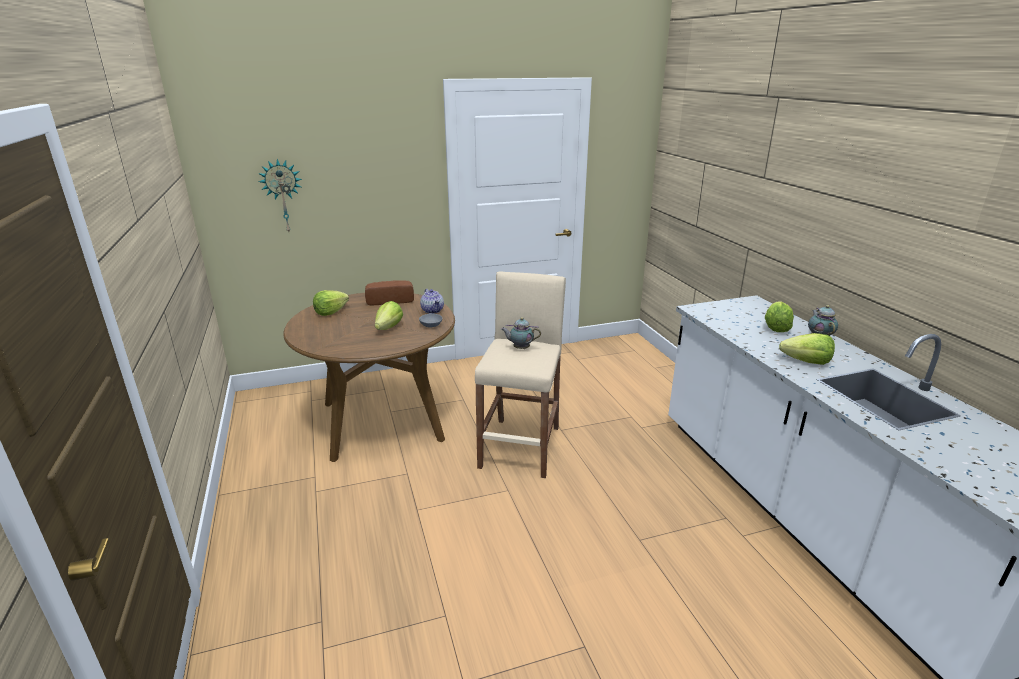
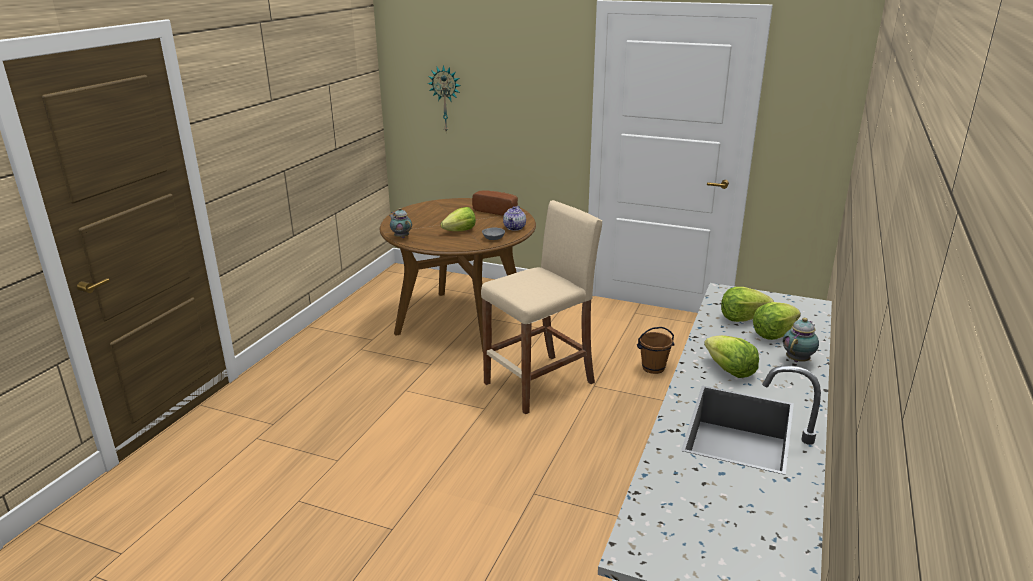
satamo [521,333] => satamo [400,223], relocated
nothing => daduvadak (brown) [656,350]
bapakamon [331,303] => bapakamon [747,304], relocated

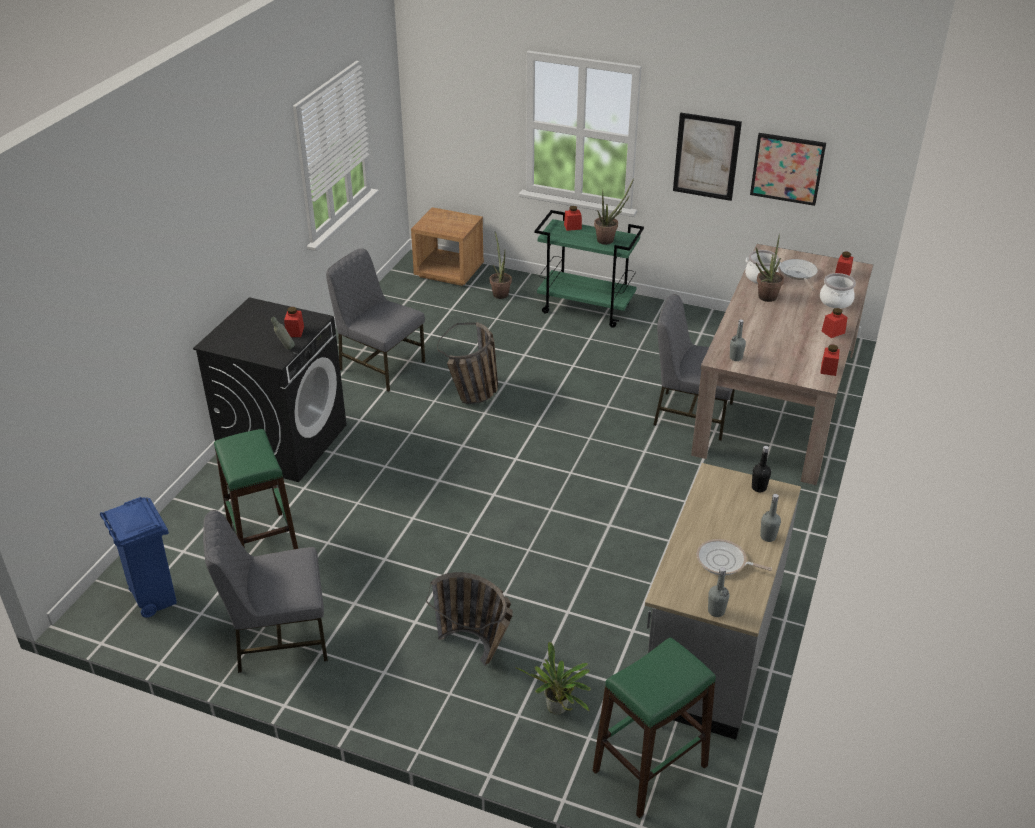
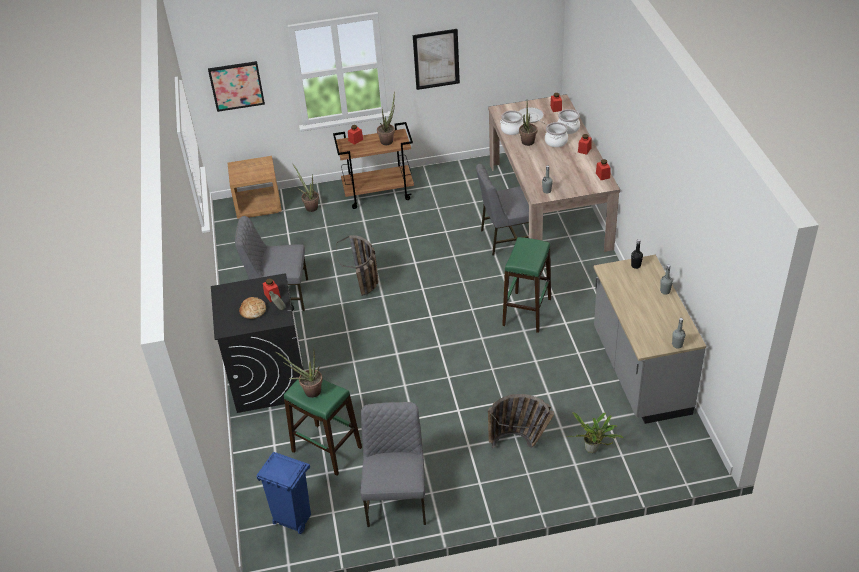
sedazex [788,169] => sedazex [236,86], relocated
nothing => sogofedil [252,308]
nothing => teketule [299,372]
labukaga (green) [589,269] => labukaga (brown) [373,165]
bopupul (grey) [265,591] => bopupul (grey) [393,464], 135 degrees clockwise
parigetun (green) [654,727] => parigetun (green) [526,285], relocated
nothing => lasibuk [556,134]
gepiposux [734,557] => nothing

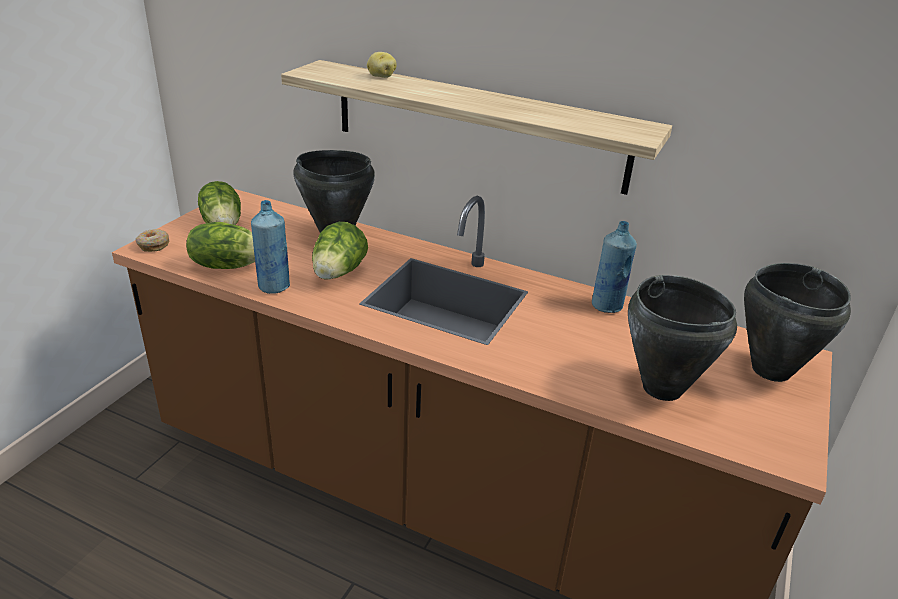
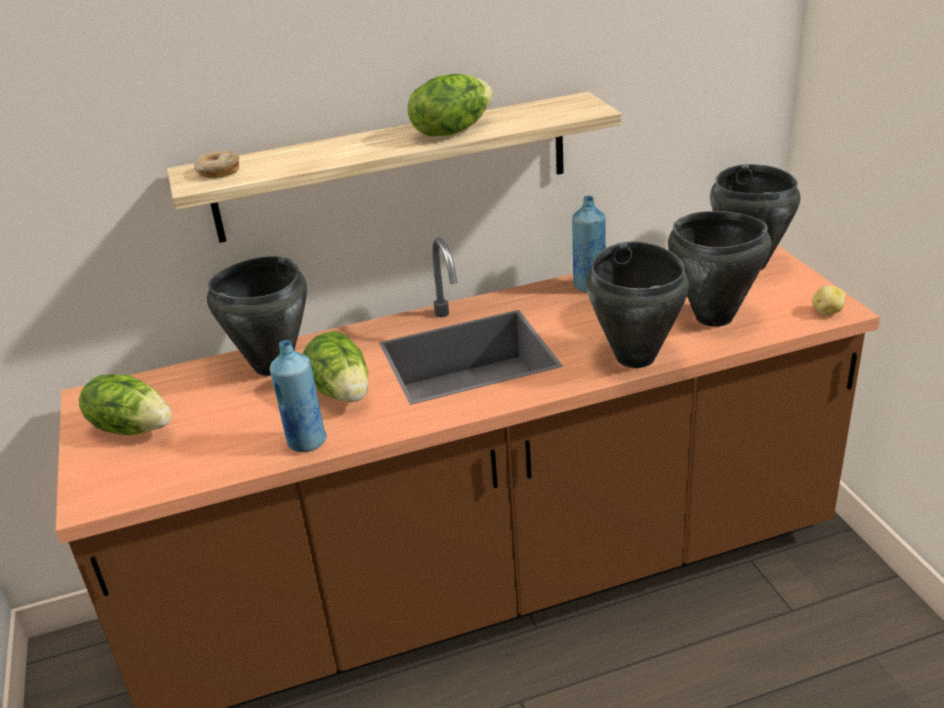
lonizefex [152,240] => lonizefex [217,164], relocated
bapakamon [220,245] => bapakamon [450,105], relocated
nothing => lasibuk (black) [637,304]
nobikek [382,65] => nobikek [829,300], relocated

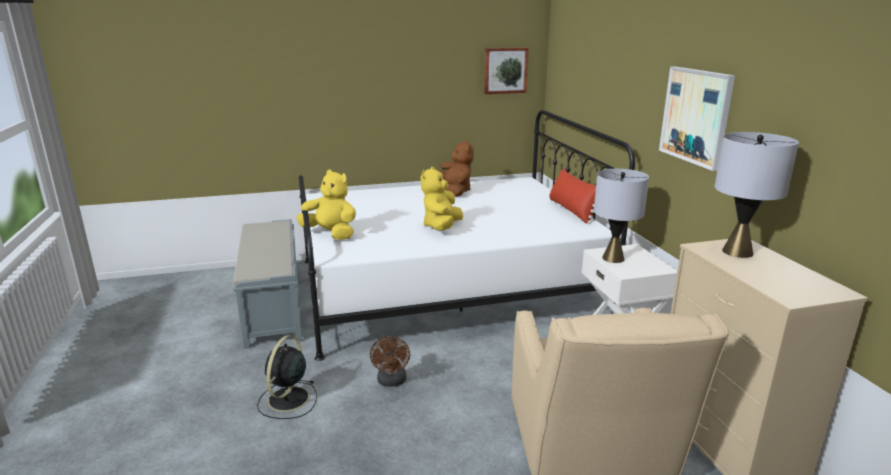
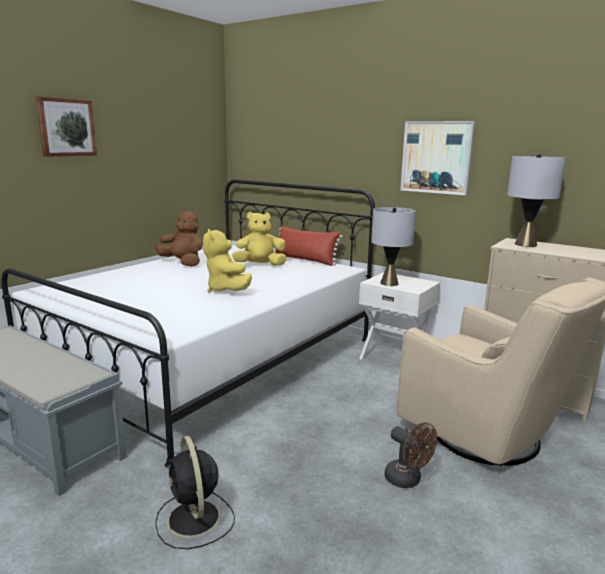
sedazex [506,70] => sedazex [66,126], relocated
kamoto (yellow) [326,204] => kamoto (yellow) [259,239], relocated
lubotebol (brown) [390,361] => lubotebol (brown) [410,455], relocated

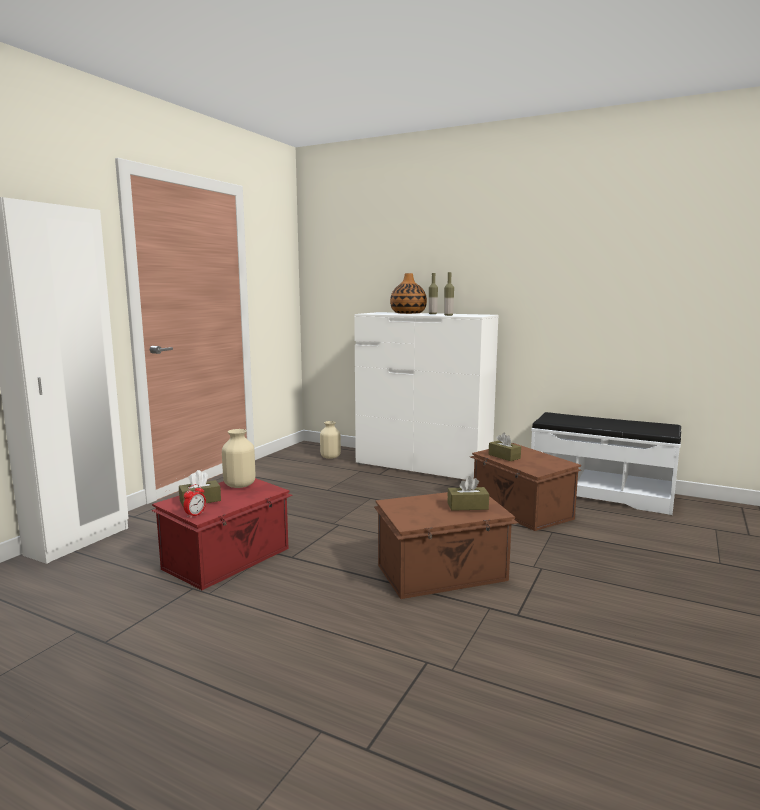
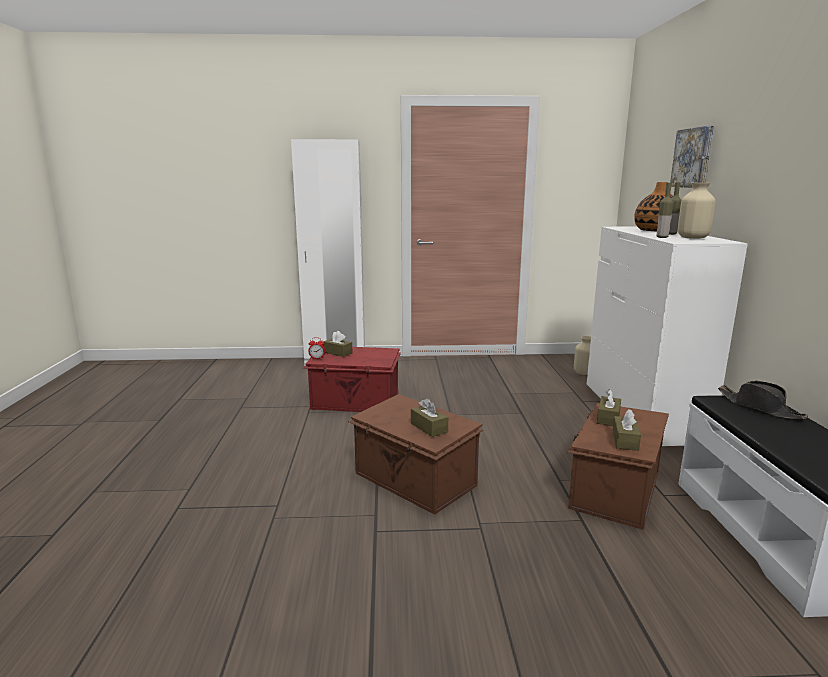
nothing => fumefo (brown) [627,430]
nothing => sedazex [692,157]
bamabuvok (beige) [238,458] => bamabuvok (beige) [696,211], relocated
nothing => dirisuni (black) [763,400]

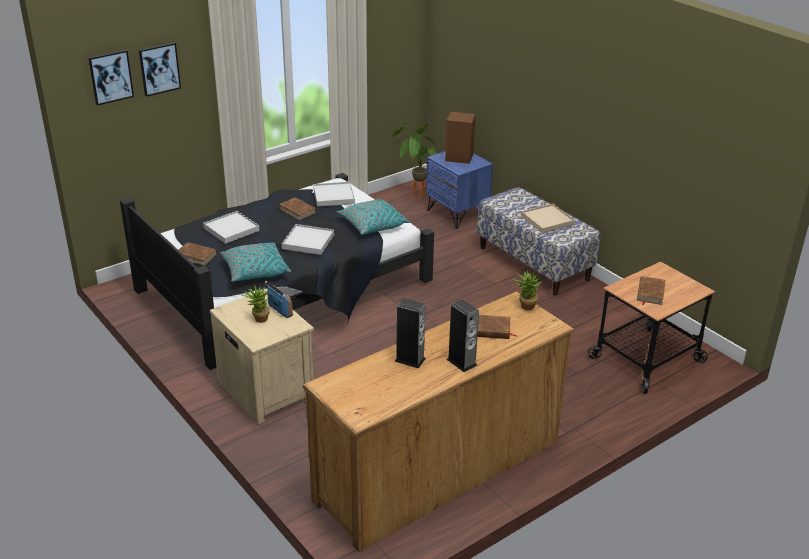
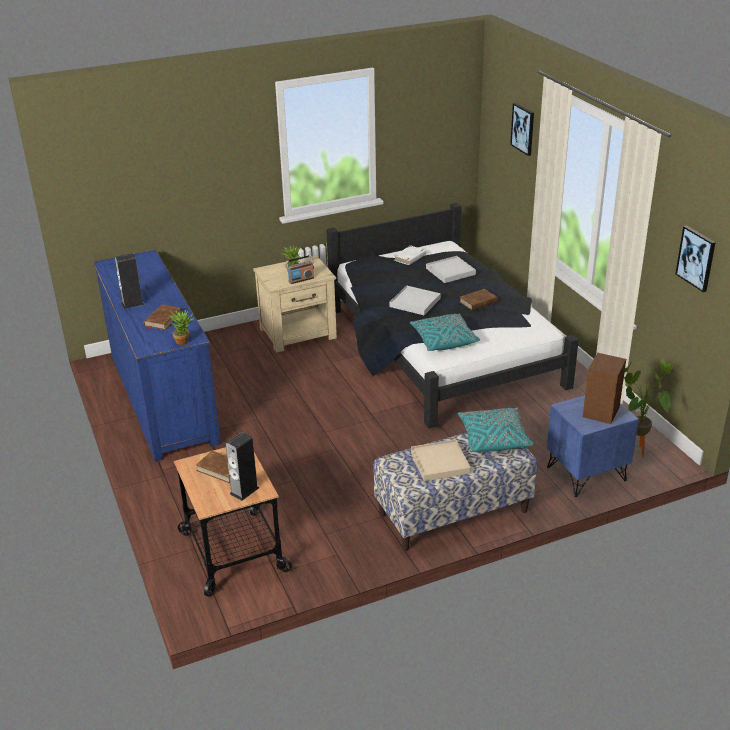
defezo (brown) [438,421] => defezo (blue) [157,356]
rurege [410,333] => rurege [242,466], relocated
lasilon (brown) [198,254] => lasilon (white) [410,255]
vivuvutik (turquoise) [255,262] => vivuvutik (turquoise) [496,430], relocated
sedazex [111,78] => sedazex [695,258], relocated
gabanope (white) [334,194] => nothing

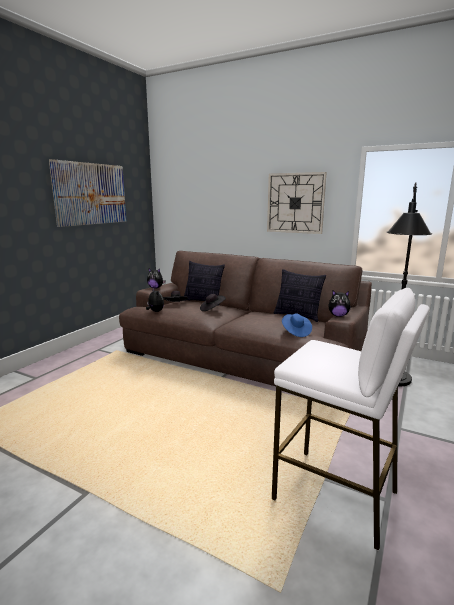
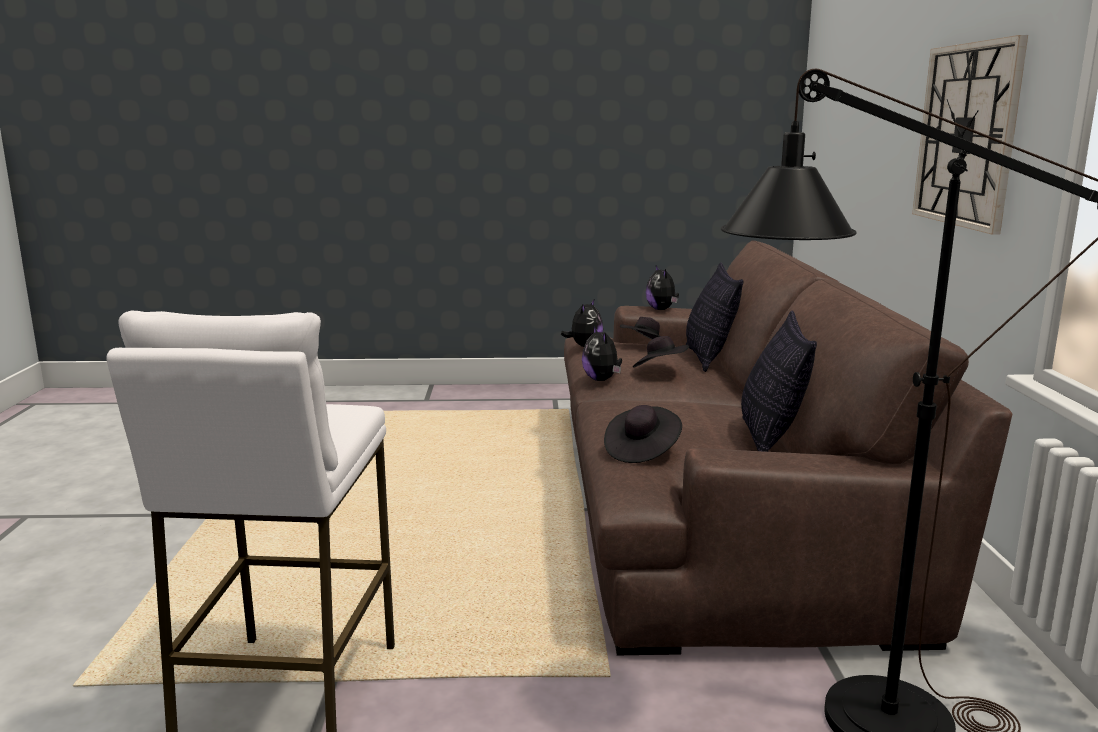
kamoto [339,304] => kamoto [602,353], relocated
dirisuni (blue) [297,325] => dirisuni (black) [643,434]
sedazex [87,193] => nothing

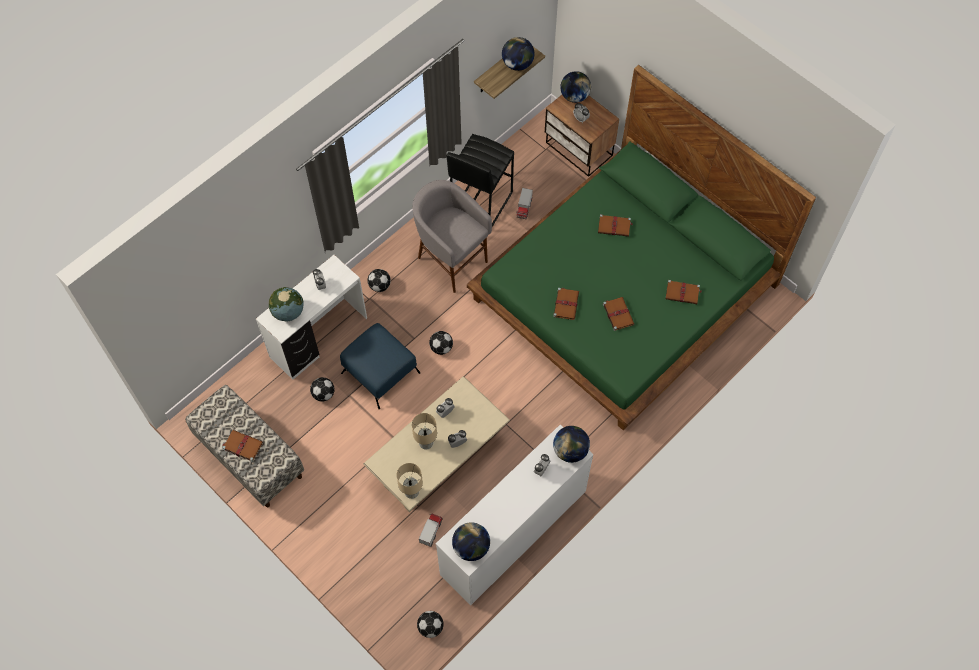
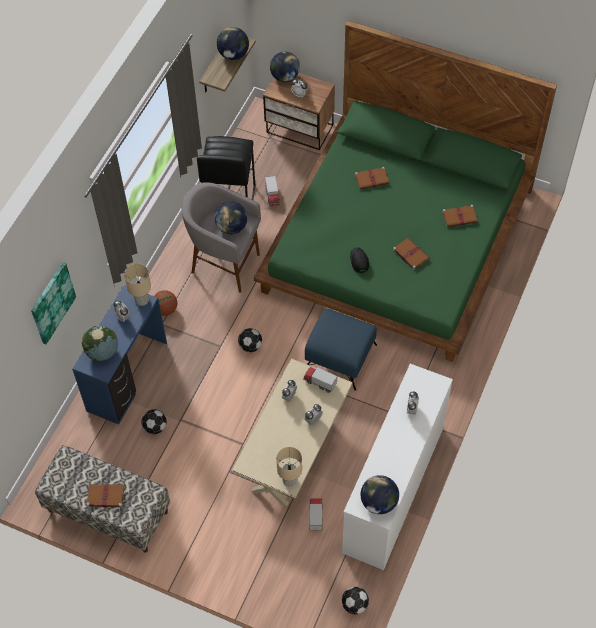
nothing => sedazex [53,303]
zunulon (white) [311,317] => zunulon (blue) [119,354]
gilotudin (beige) [424,431] => gilotudin (beige) [137,285], relocated
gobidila [379,280] => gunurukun [165,303]
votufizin [571,444] => votufizin [231,217], relocated
nothing => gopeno [320,380]
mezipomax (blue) [380,366] => mezipomax (blue) [341,349], relocated
lasilon (brown) [566,304] => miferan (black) [359,260]

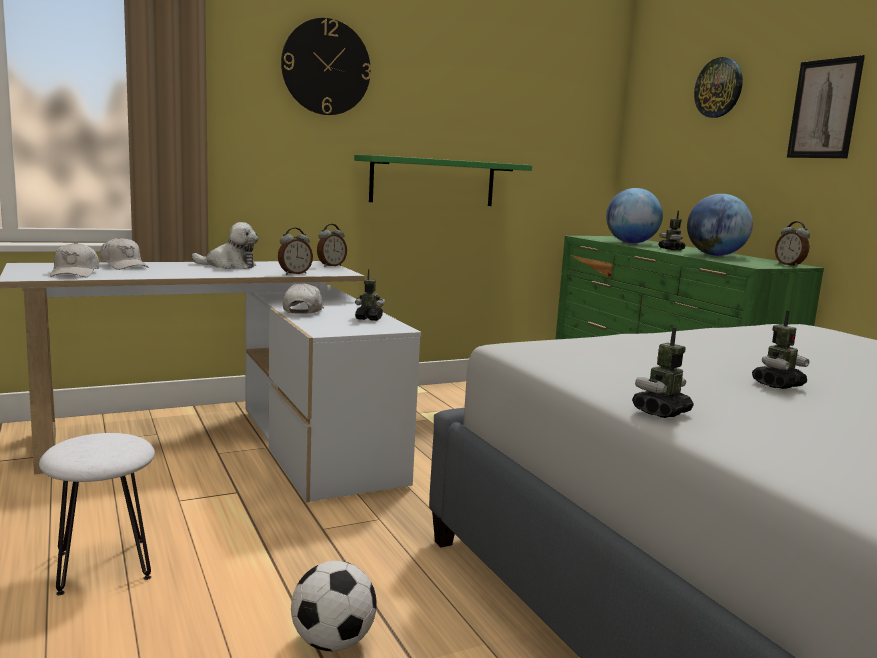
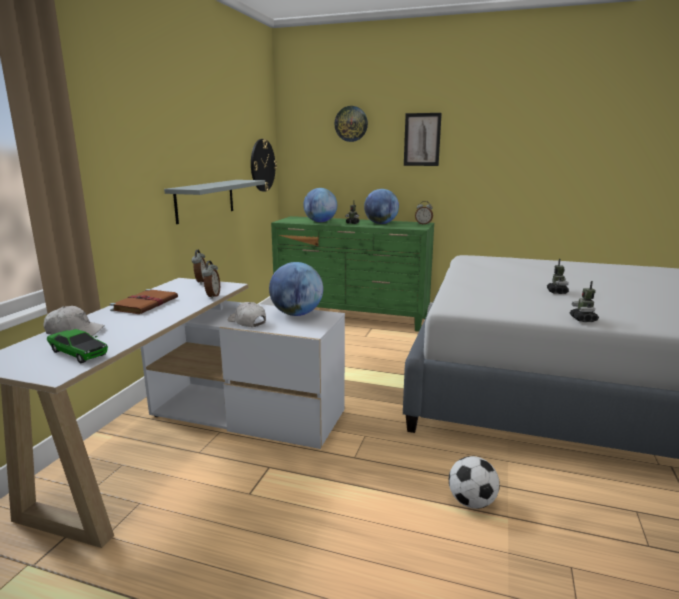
miferan (white) [74,259] => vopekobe [77,346]
kamoto [225,245] => lasilon (brown) [144,301]
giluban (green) [443,180] => giluban (grey) [214,202]
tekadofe [326,66] => tekadofe [264,165], relocated
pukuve [370,295] => votufizin [296,289]
parigetun (white) [97,514] => nothing

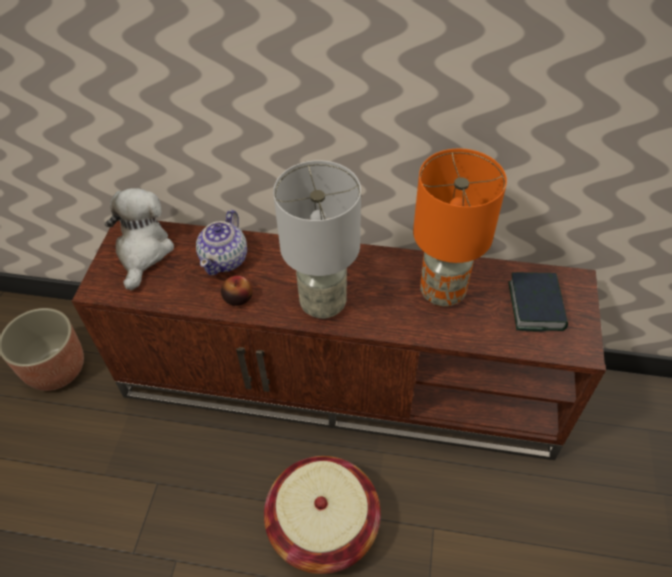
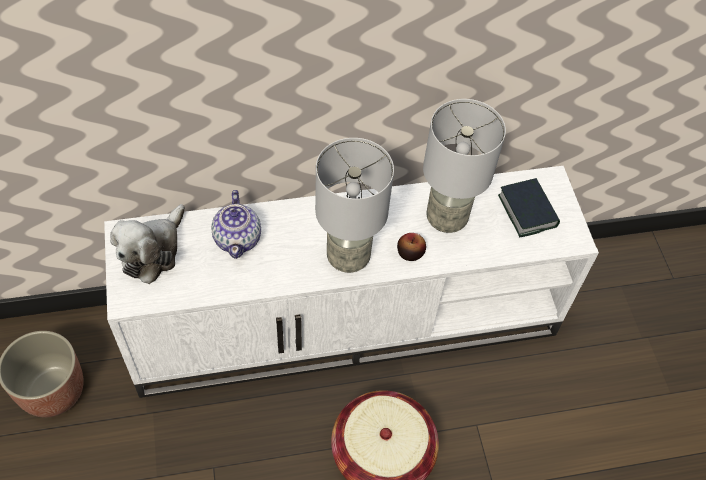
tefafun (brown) [339,340] => tefafun (white) [351,282]
kamoto [139,239] => kamoto [147,244], 135 degrees counterclockwise
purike [237,291] => purike [411,247], relocated
gilotudin (orange) [460,227] => gilotudin (grey) [464,166]

